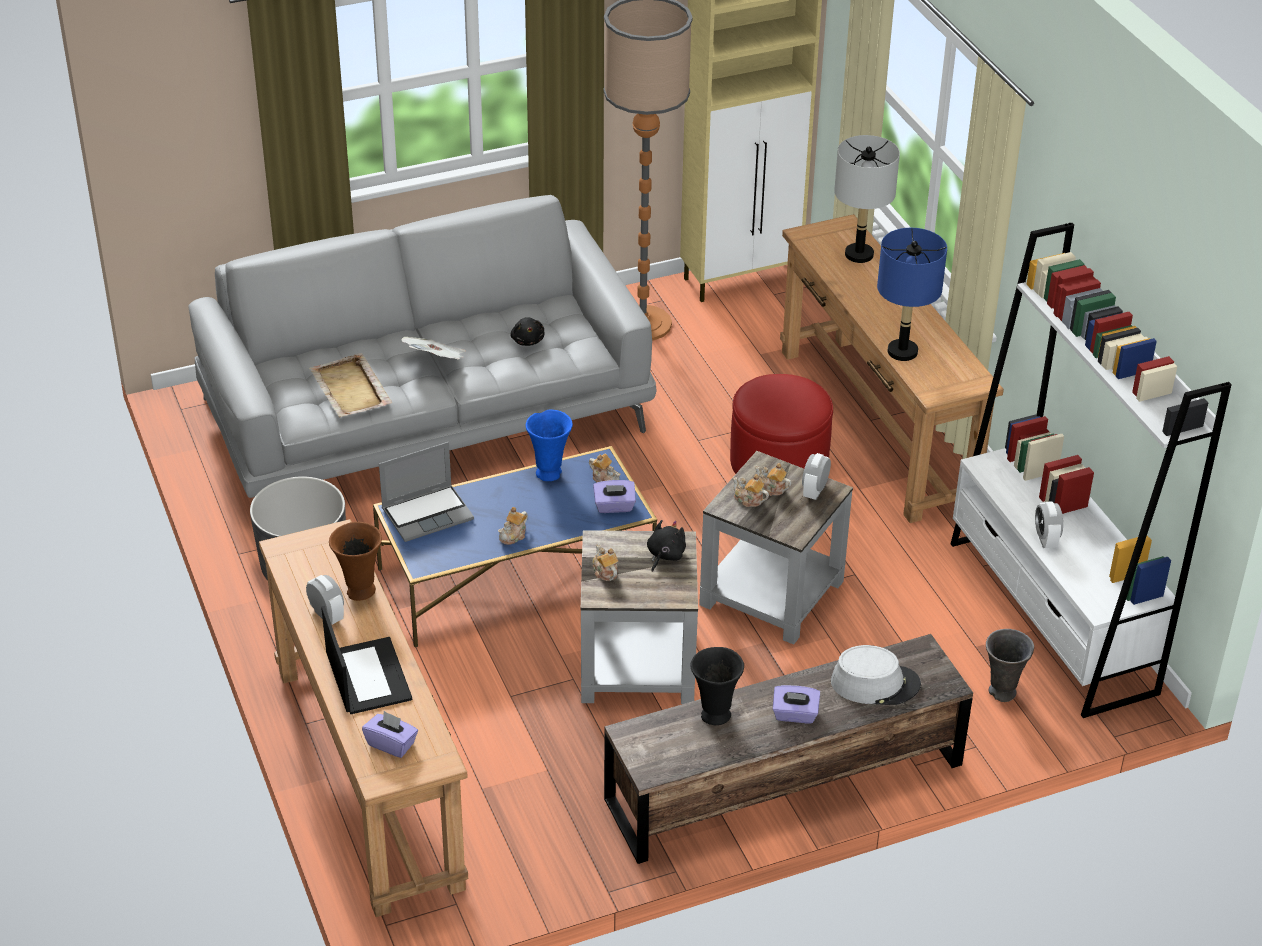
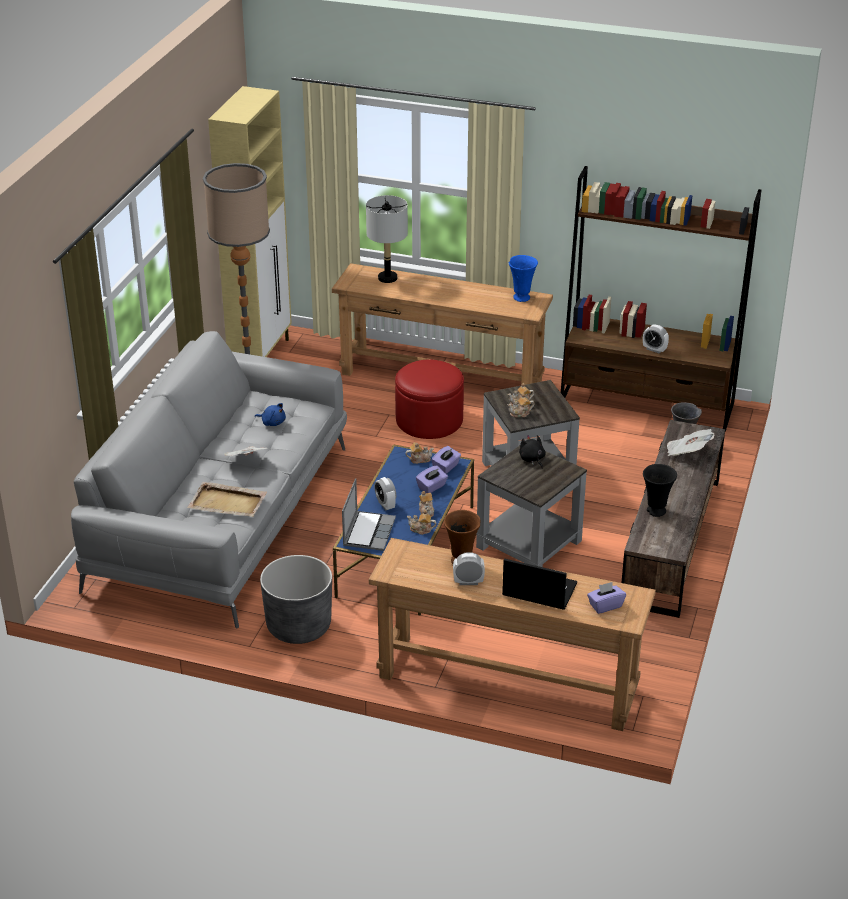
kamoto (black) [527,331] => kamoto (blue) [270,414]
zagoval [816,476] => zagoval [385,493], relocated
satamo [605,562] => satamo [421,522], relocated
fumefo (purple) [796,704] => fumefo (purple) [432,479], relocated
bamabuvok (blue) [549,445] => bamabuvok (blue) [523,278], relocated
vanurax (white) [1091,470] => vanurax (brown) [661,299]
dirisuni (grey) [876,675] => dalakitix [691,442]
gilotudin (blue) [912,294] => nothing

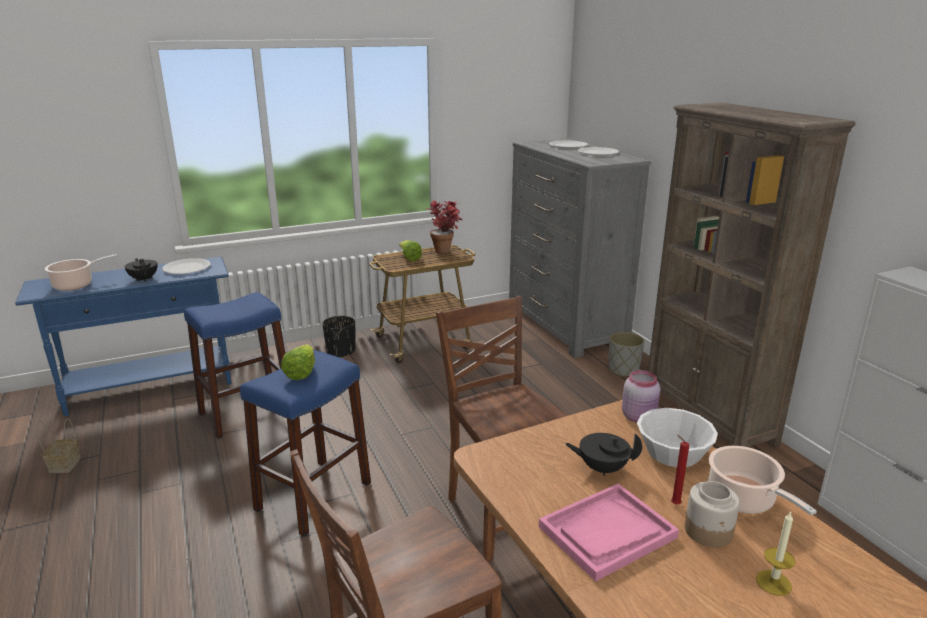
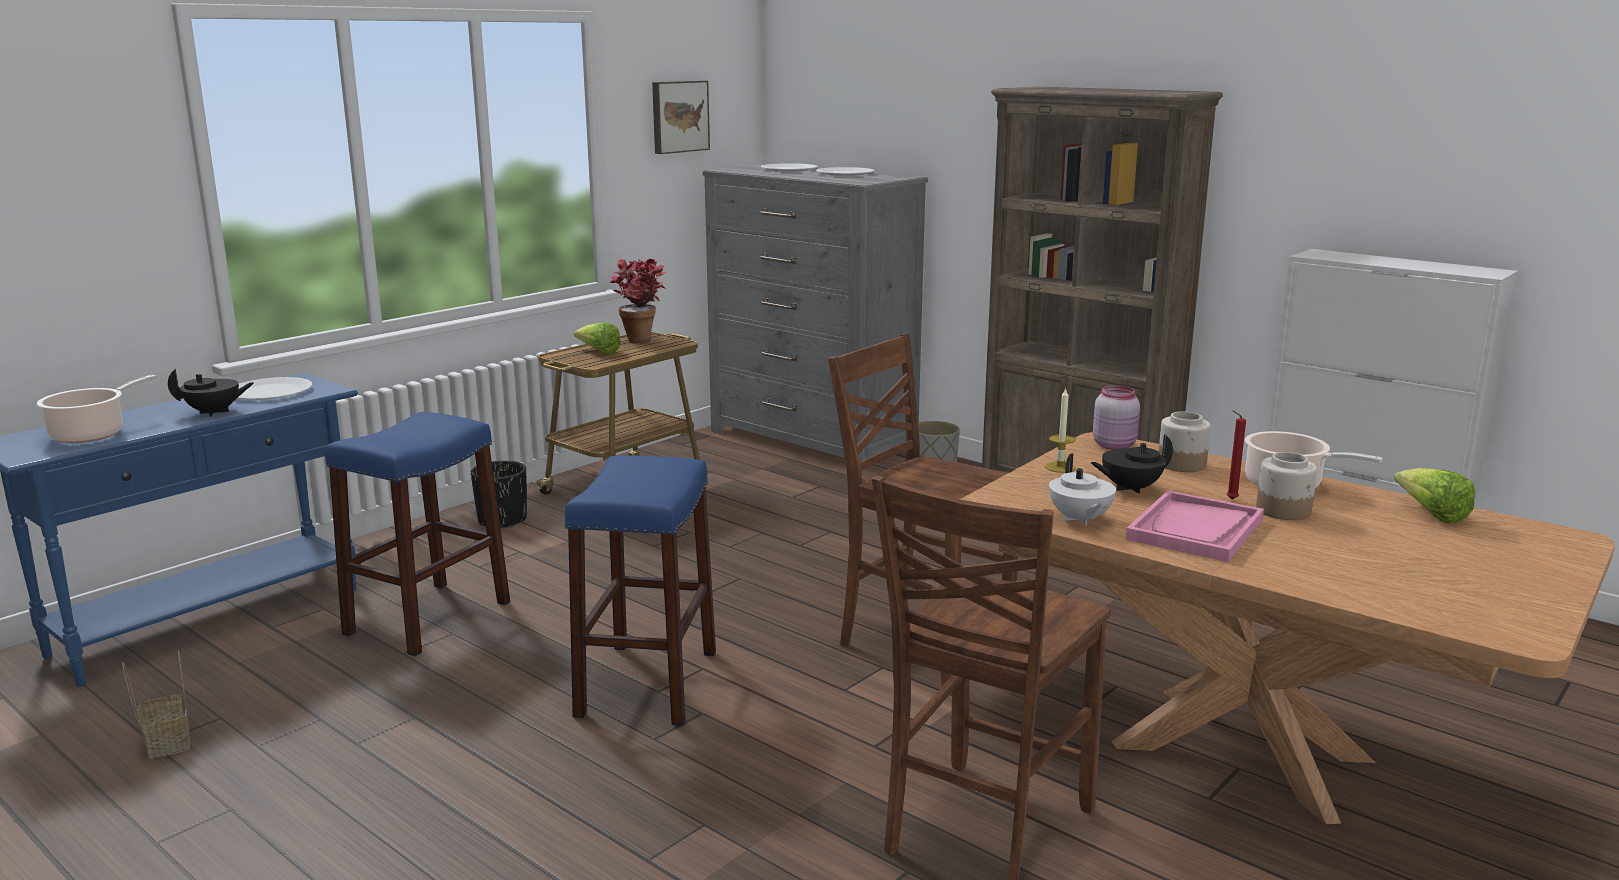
satamo (black) [141,270] => satamo (black) [211,393], 135 degrees clockwise
nothing => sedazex [681,117]
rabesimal [775,553] => rabesimal [1060,430], relocated
nothing => satamo (white) [1082,489]
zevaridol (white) [677,437] => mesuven [1185,441]
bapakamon [298,362] => bapakamon [1434,495], relocated

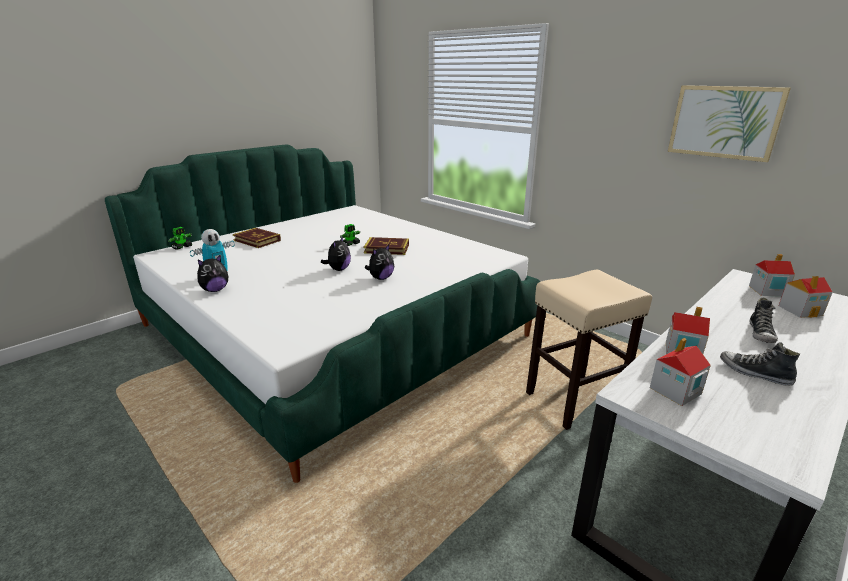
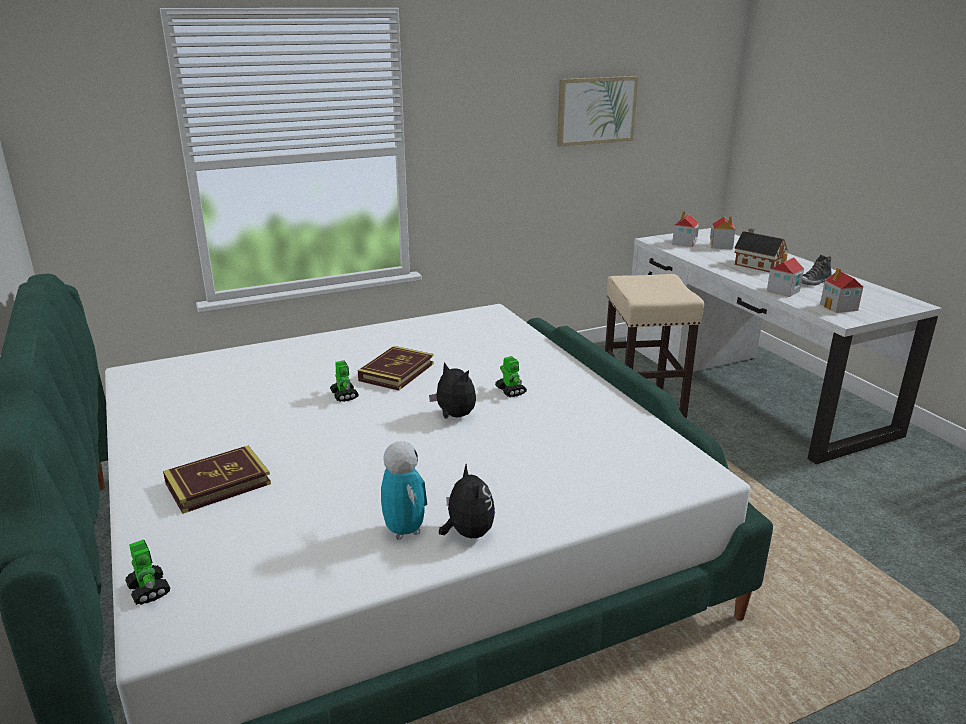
kamoto [379,262] => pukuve [511,376]
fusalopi [763,320] => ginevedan [761,250]

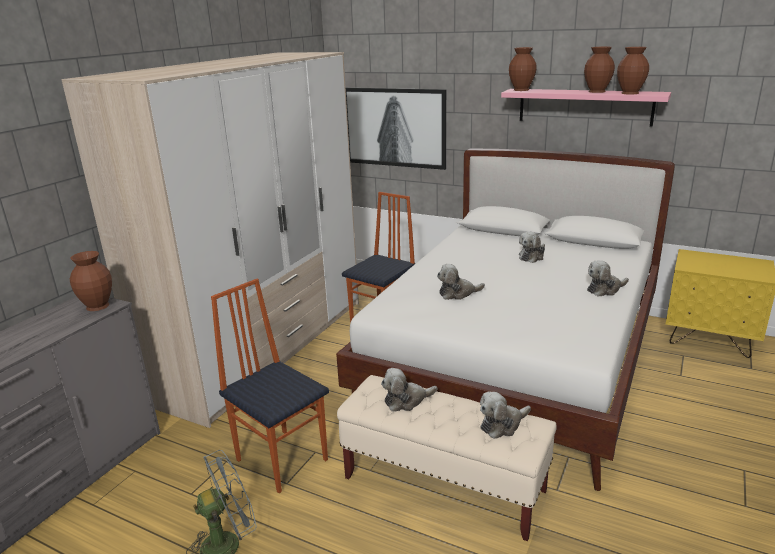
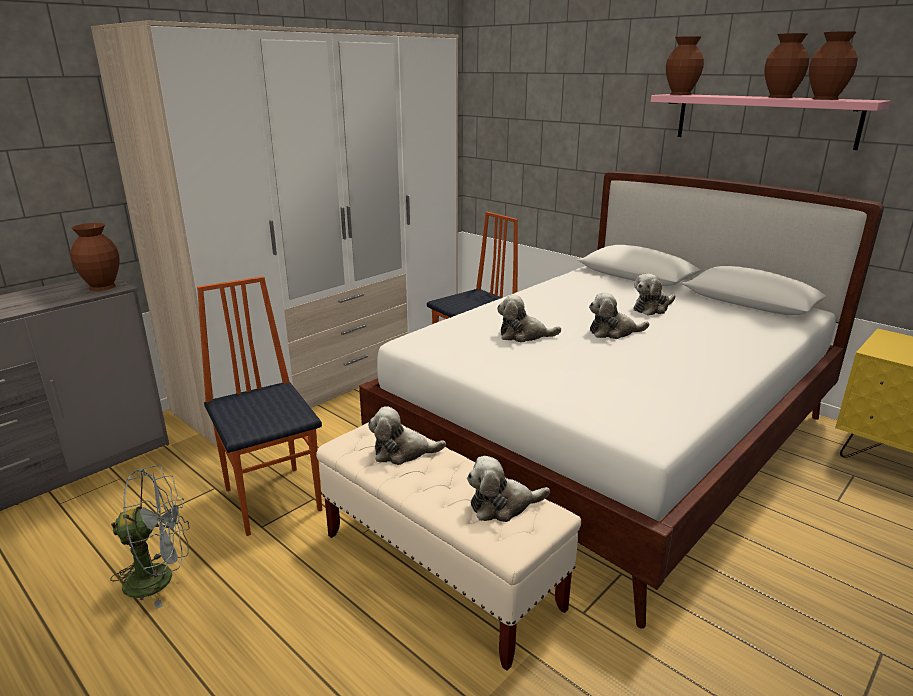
kamoto [608,278] => kamoto [619,315], relocated
sedazex [396,129] => nothing

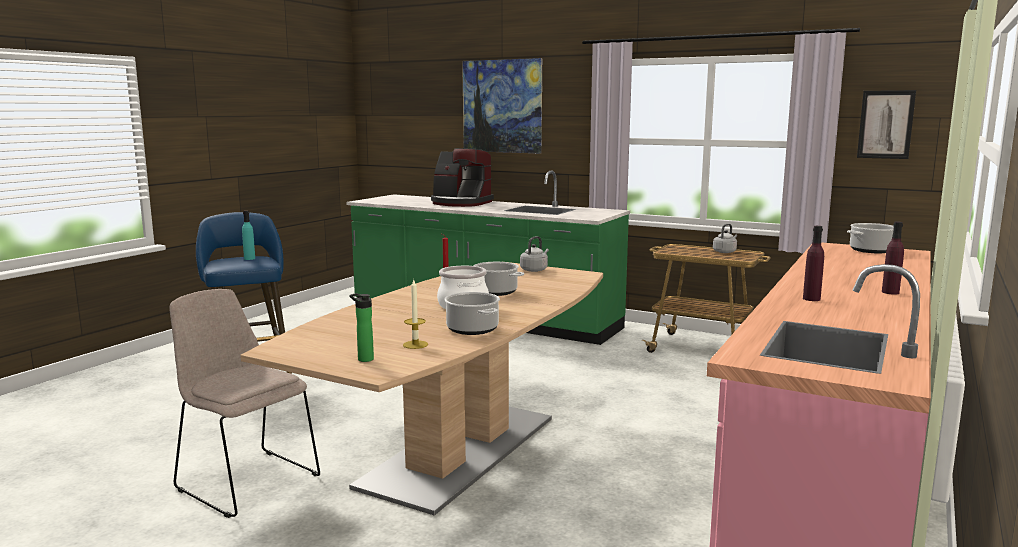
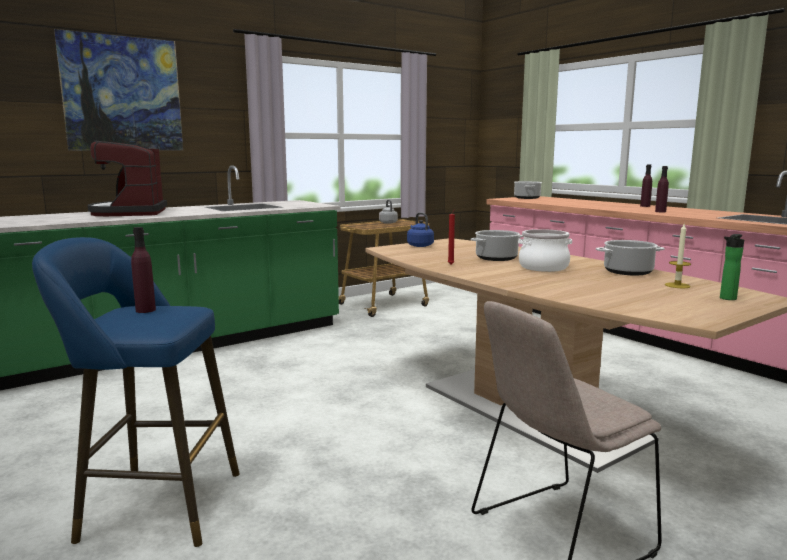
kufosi [462,177] => kufosi [127,178], 120 degrees clockwise
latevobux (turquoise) [248,235] => latevobux (purple) [143,270]
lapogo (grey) [534,254] => lapogo (blue) [420,229]
sedazex [886,124] => nothing

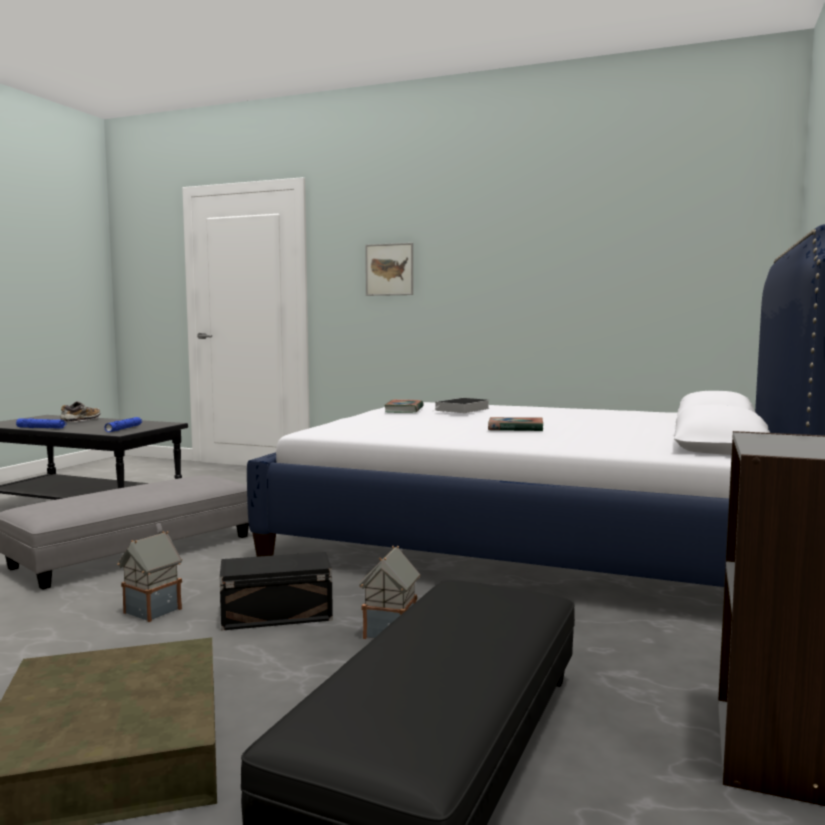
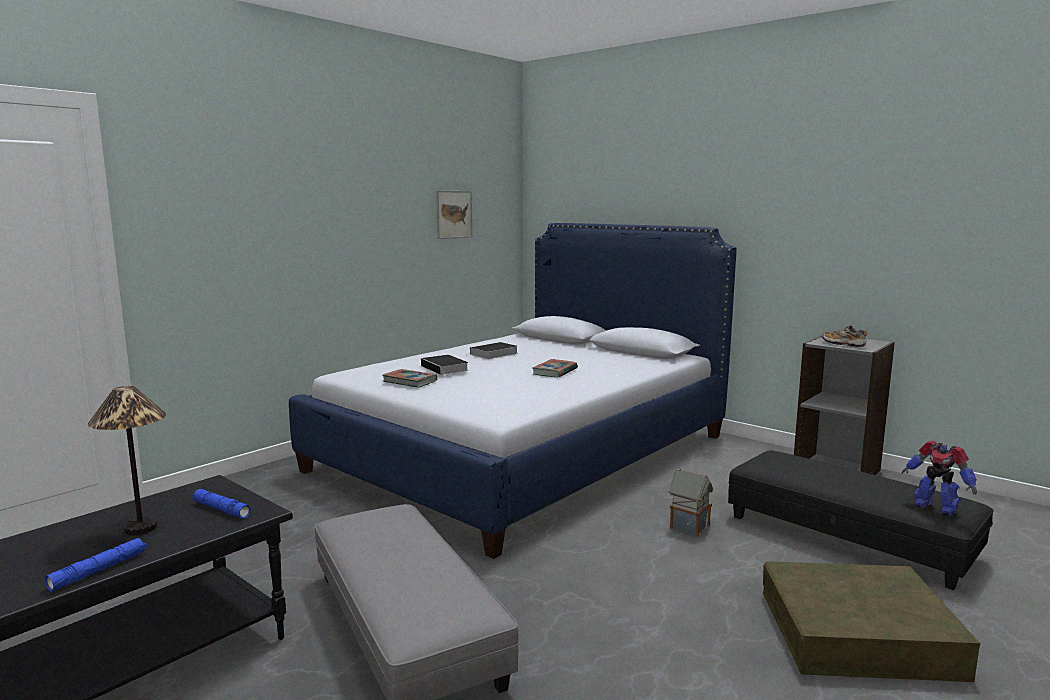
nothing => gilotudin [127,460]
sedazex [389,269] => sedazex [454,215], relocated
nothing => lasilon [492,350]
fusalopi [80,411] => fusalopi [844,336], relocated
nothing => pukuve [939,478]
ginevedan [149,576] => nothing
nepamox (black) [276,591] => nothing

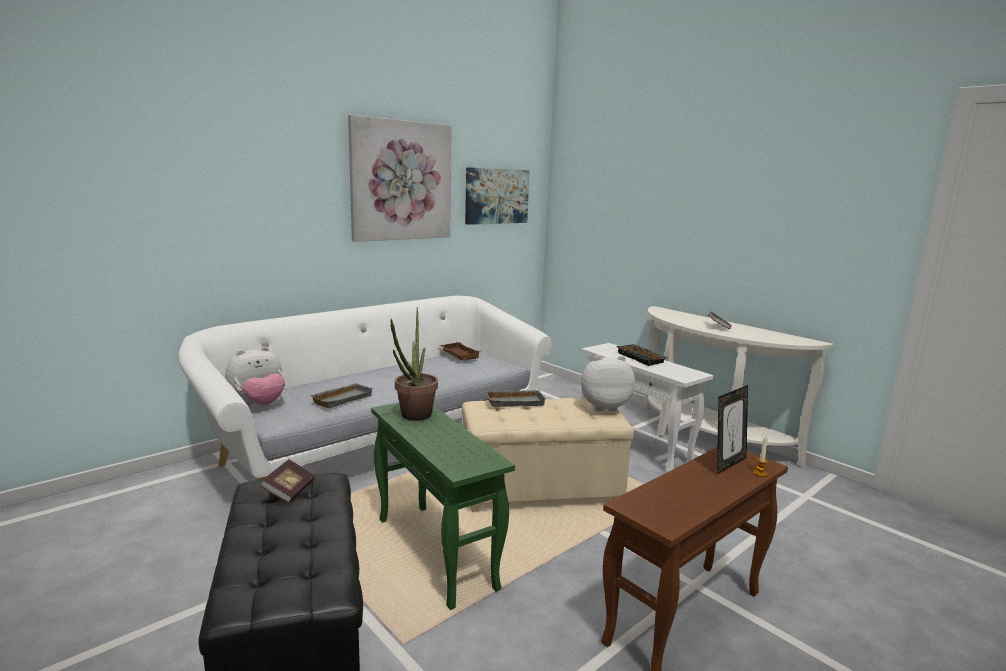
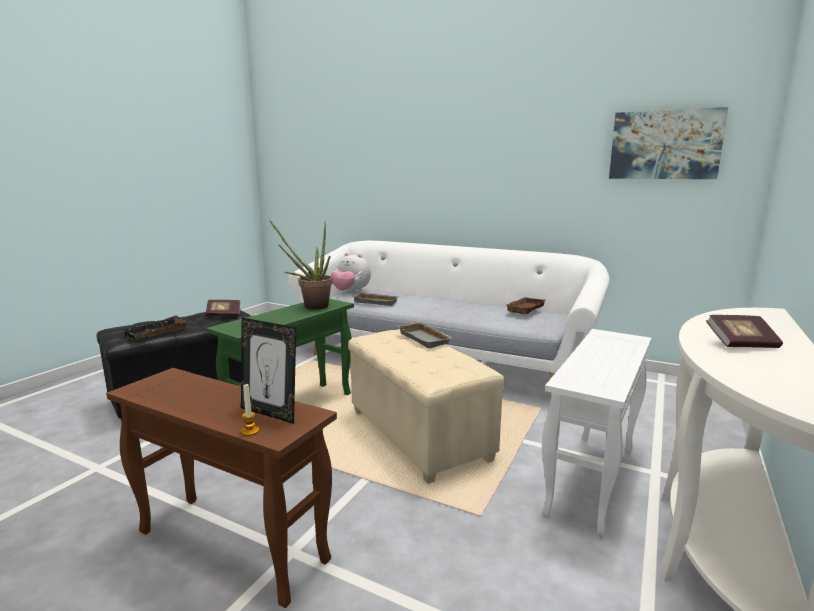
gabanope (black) [642,355] => gabanope (black) [155,327], relocated
sedazex [400,178] => nothing
kamoto [608,383] => nothing

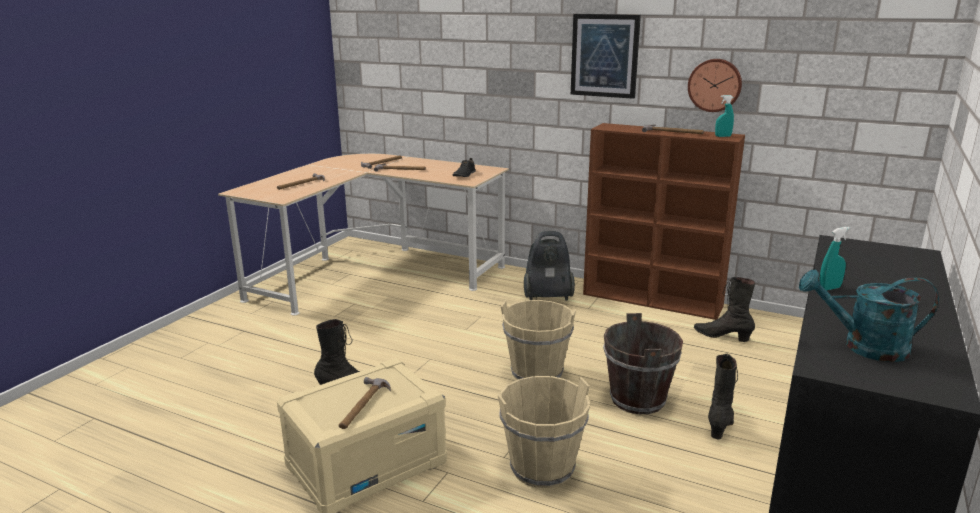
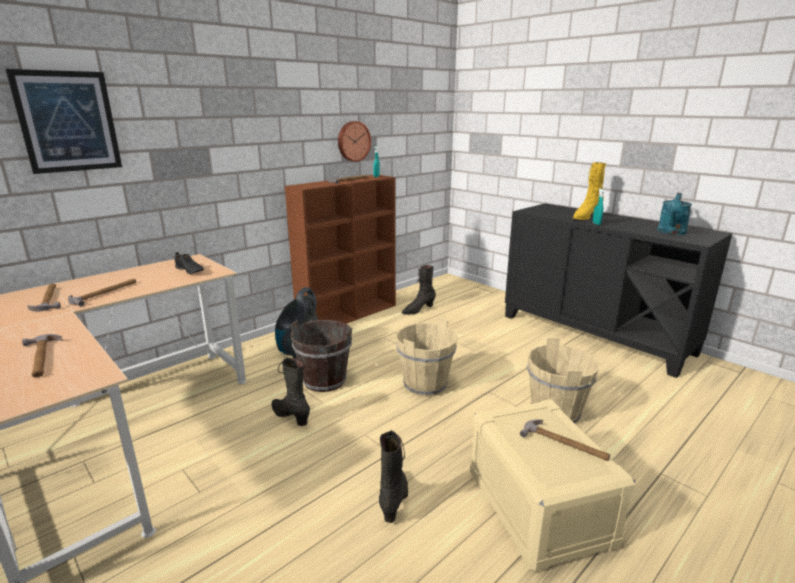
sedazex [606,56] => sedazex [63,121], relocated
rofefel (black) [723,396] => rofefel (black) [291,392], relocated
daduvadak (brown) [643,363] => daduvadak (brown) [321,356], relocated
nothing => rofefel (yellow) [589,191]

